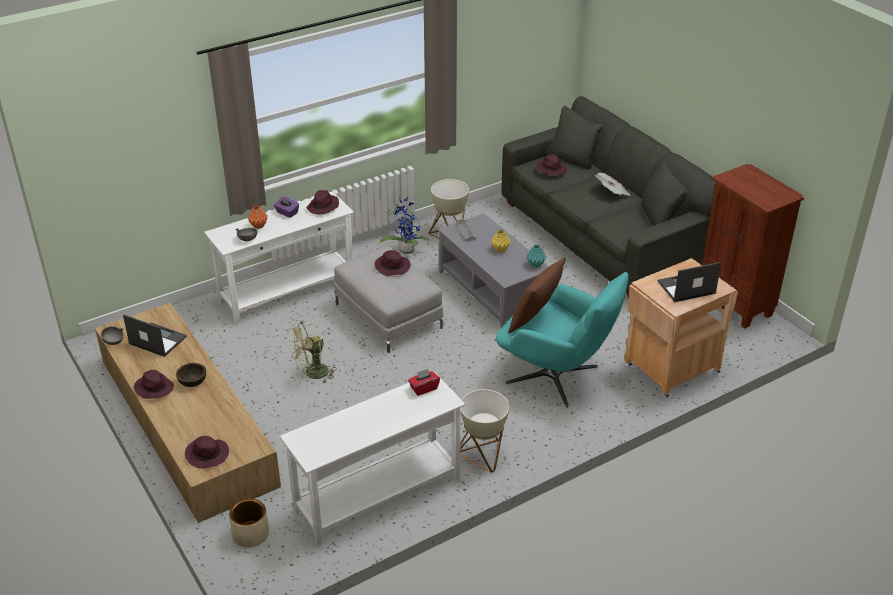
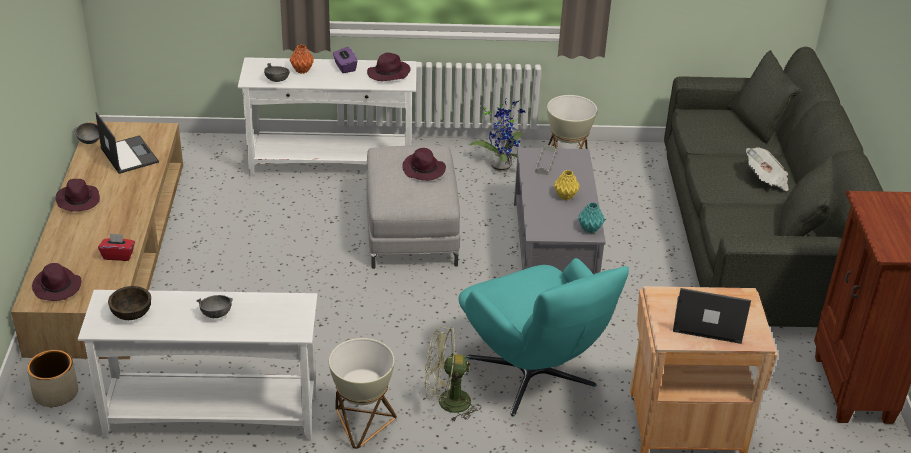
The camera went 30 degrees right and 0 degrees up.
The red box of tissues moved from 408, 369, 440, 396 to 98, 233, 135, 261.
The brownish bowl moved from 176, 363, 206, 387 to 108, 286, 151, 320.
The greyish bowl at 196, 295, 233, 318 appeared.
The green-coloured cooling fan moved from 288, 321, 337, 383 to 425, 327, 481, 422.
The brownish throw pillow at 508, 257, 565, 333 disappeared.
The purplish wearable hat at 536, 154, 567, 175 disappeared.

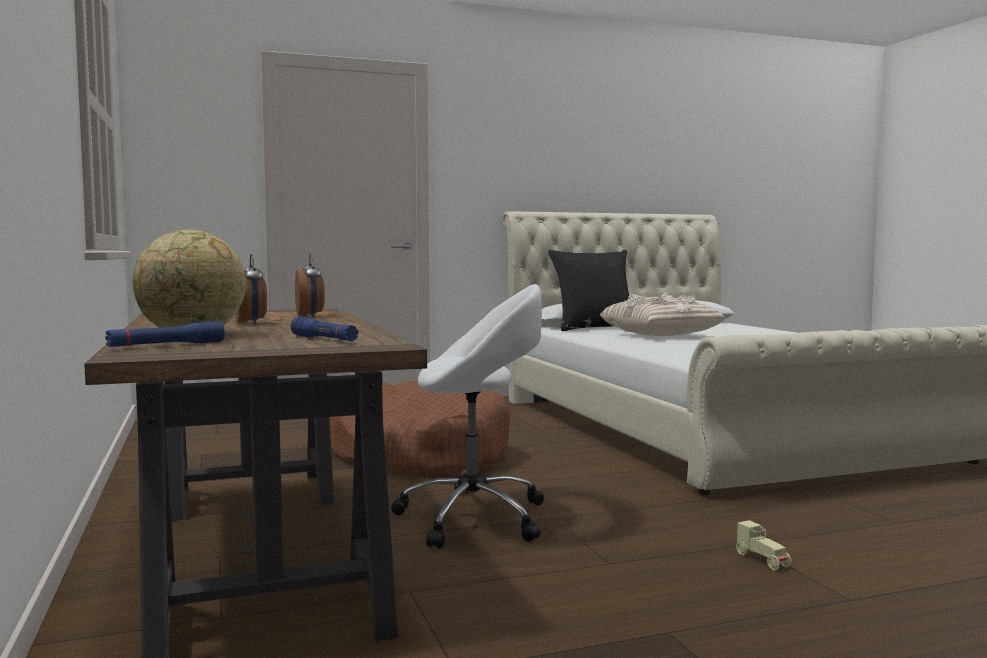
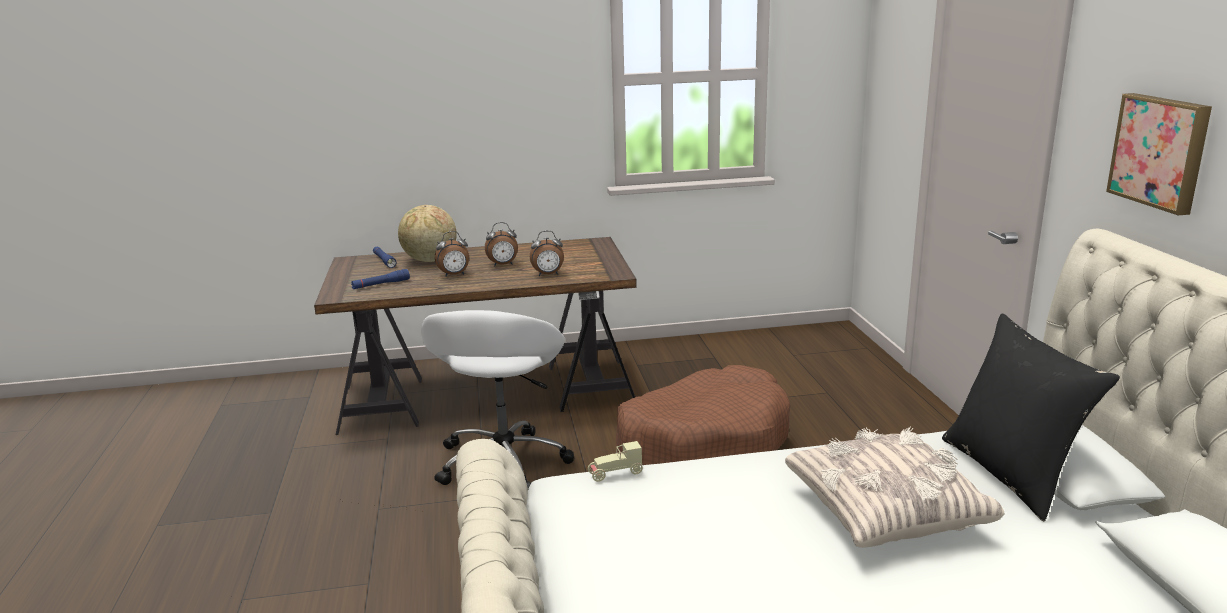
The camera went 100 degrees right and 15 degrees up.
The bedside clock at 435, 231, 469, 277 appeared.
The beige model car moved from 736, 520, 792, 571 to 588, 441, 643, 482.
The wall art at 1106, 93, 1212, 215 appeared.

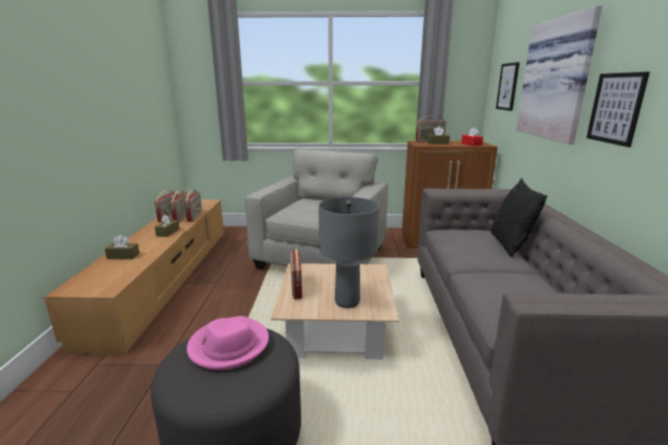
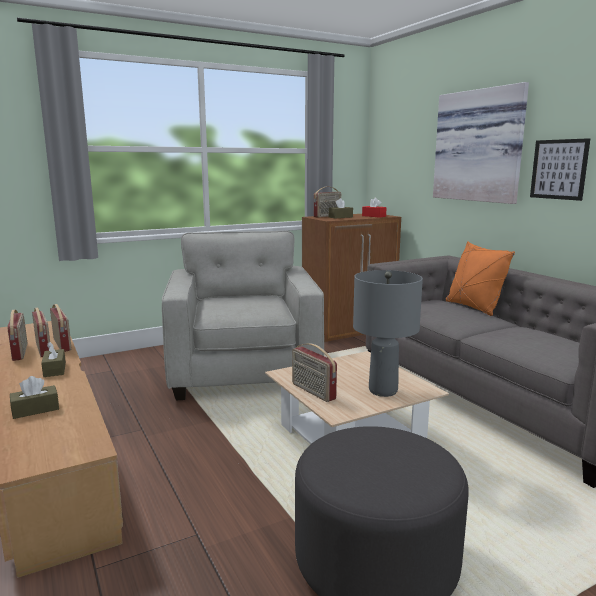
The camera went 30 degrees left and 5 degrees down.
The blackish throw pillow at 491, 178, 548, 257 became the orange throw pillow at 446, 241, 515, 316.
The pink wearable hat at 187, 316, 269, 370 disappeared.
The wall art at 496, 62, 520, 111 disappeared.

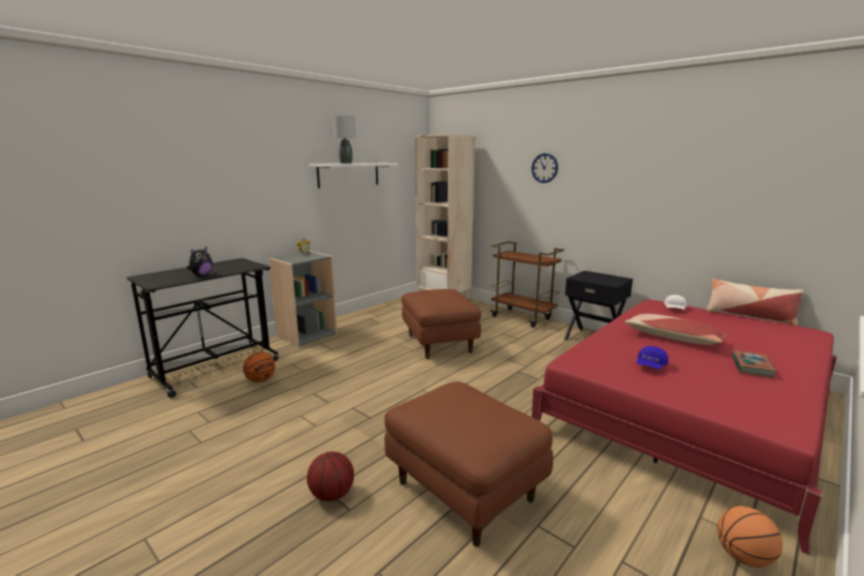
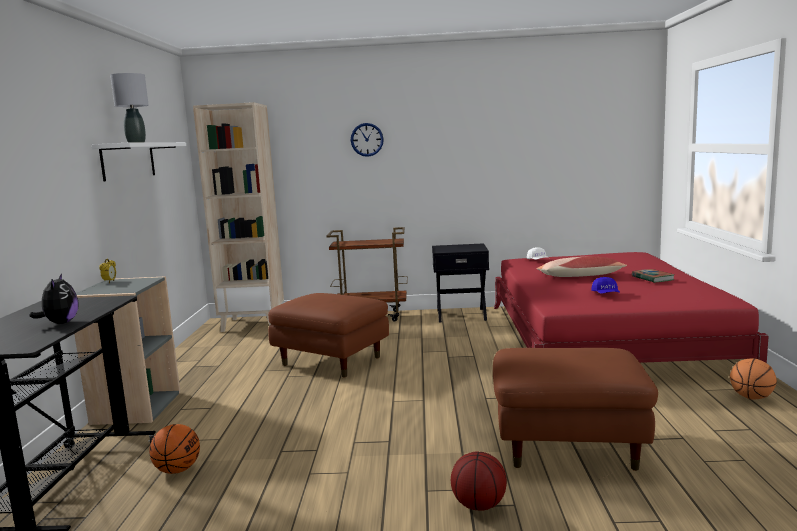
The camera went 40 degrees left and 5 degrees down.
The throw pillow at 707, 279, 803, 326 disappeared.

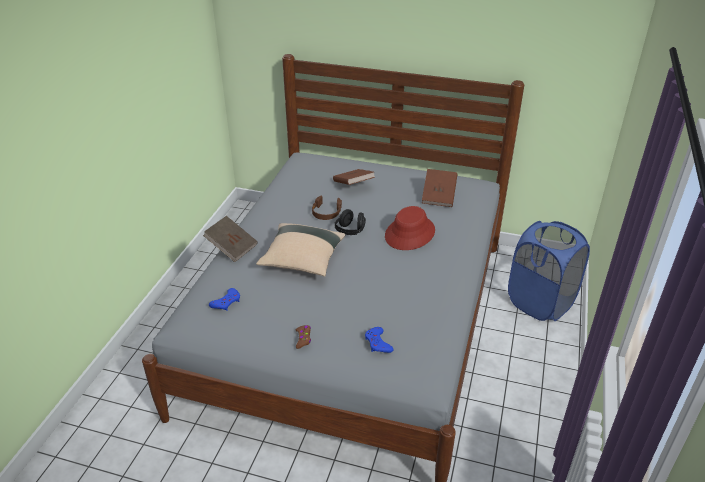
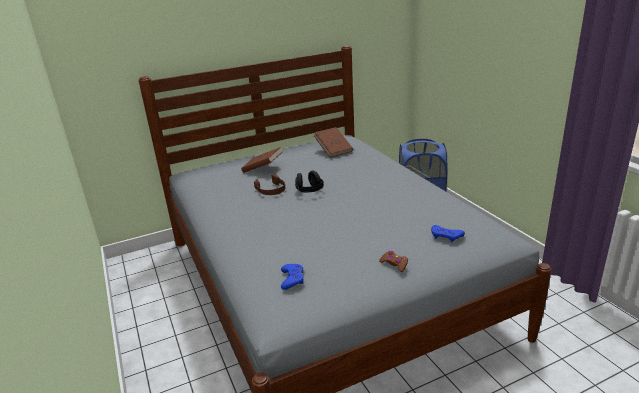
The camera went 40 degrees left and 10 degrees down.
The brownish volume at 203, 216, 258, 262 disappeared.
The beige throw pillow at 256, 223, 345, 276 disappeared.
The red wearable hat at 385, 206, 435, 250 disappeared.

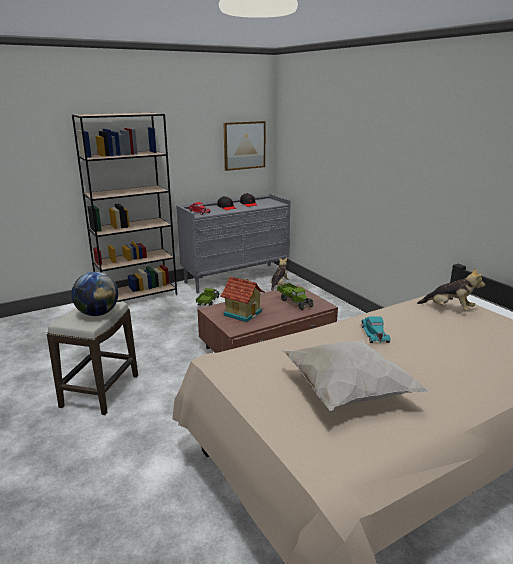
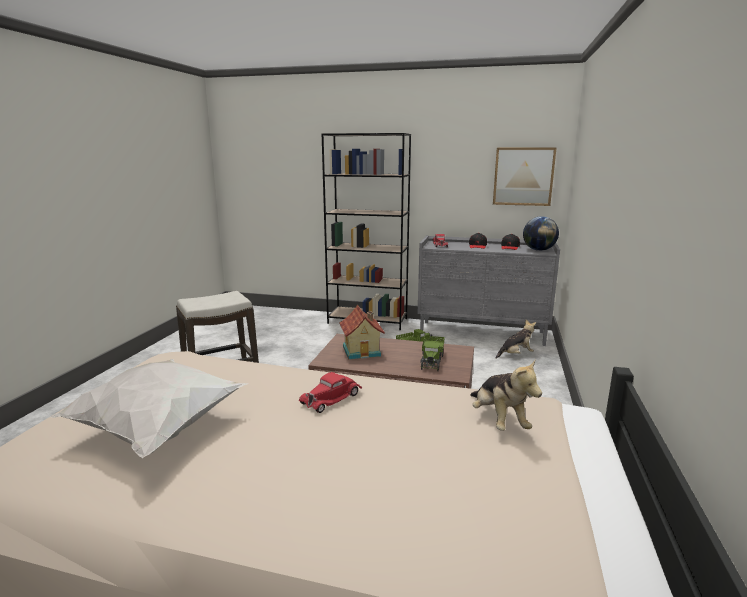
The camera went 45 degrees right and 5 degrees down.
The turquoise model car at 362, 316, 390, 343 became the red model car at 299, 372, 362, 413.
The globe moved from 71, 272, 118, 316 to 523, 216, 559, 251.

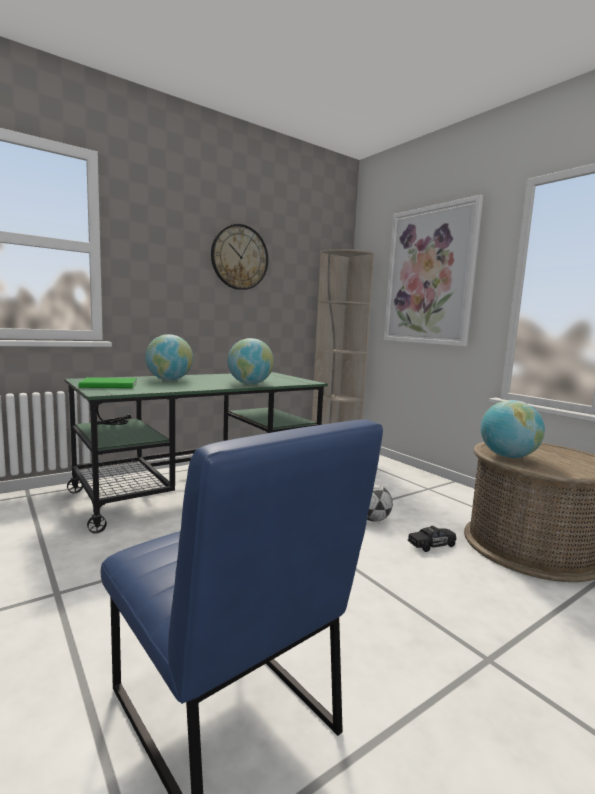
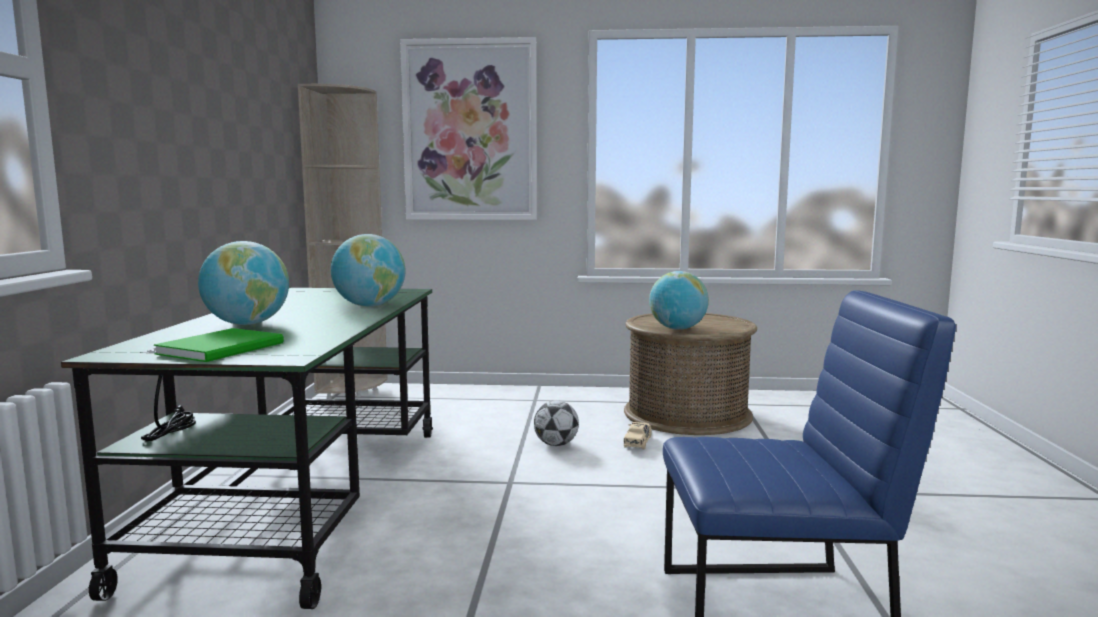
The camera went 50 degrees left and 0 degrees up.
The blackish model car at 408, 526, 456, 552 became the beige model car at 624, 422, 652, 450.
The hanging clock at 211, 224, 268, 290 disappeared.

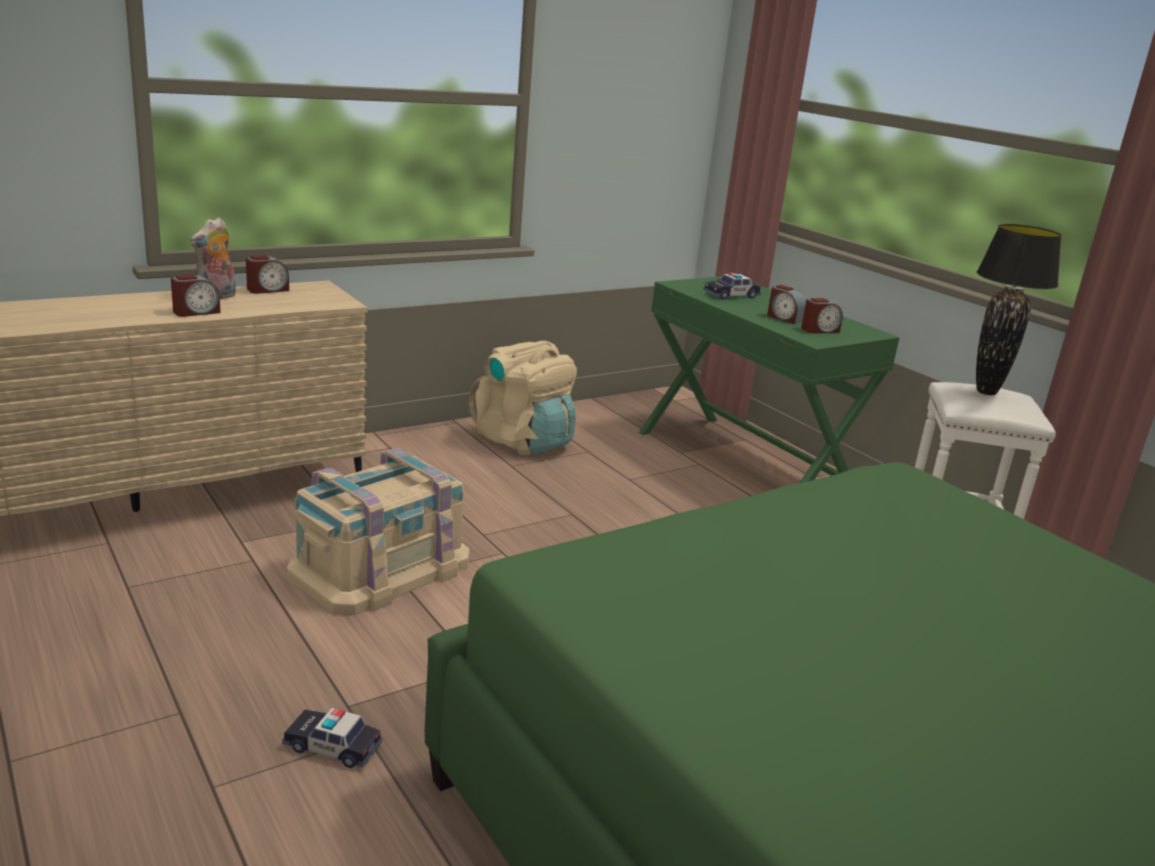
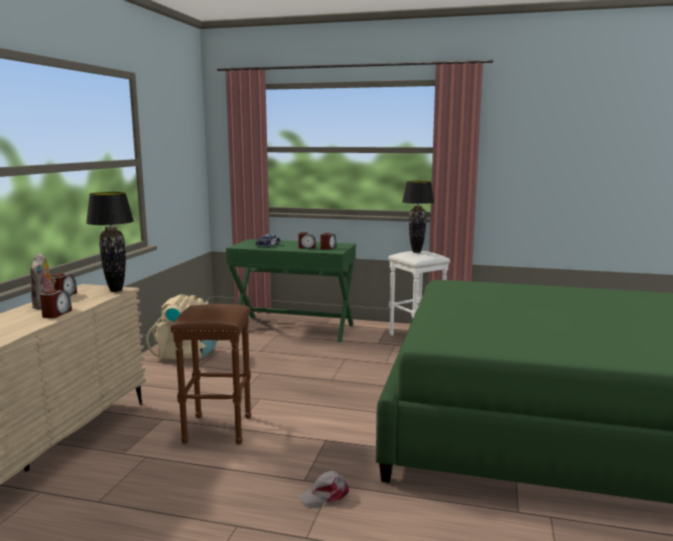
The camera went 40 degrees left and 10 degrees down.
The blackish lamp for a table at 86, 192, 134, 292 appeared.
The beige storage box at 287, 448, 469, 615 was replaced by the brownish sitting stool at 170, 304, 251, 444.
The model car at 282, 708, 382, 768 was replaced by the greyish baseball cap at 298, 471, 349, 508.

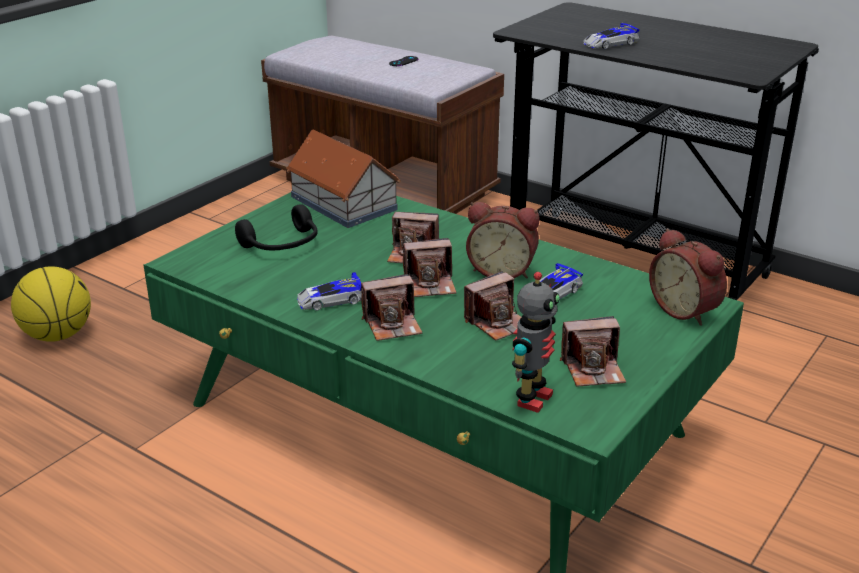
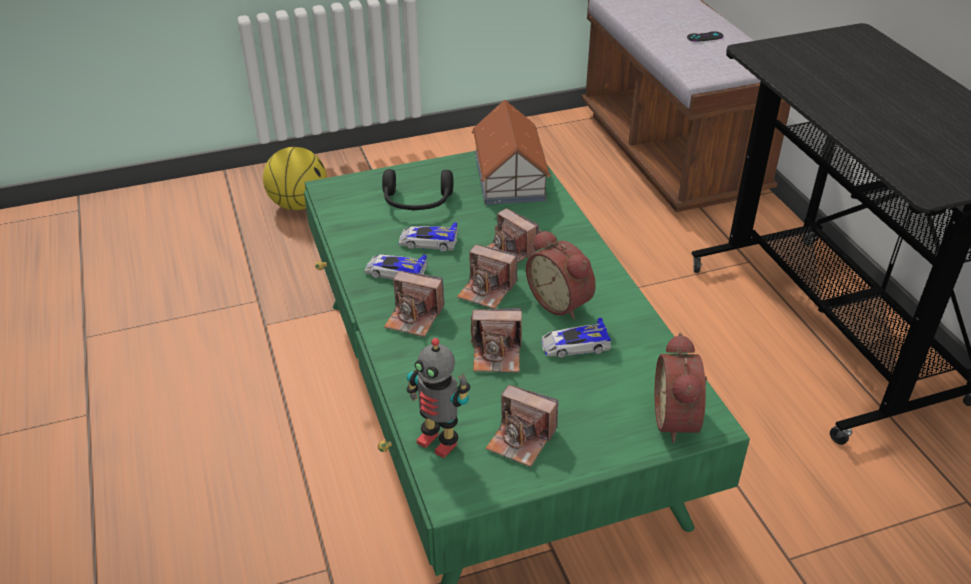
The camera went 35 degrees right and 10 degrees up.
The model car moved from 583, 23, 639, 49 to 399, 222, 458, 252.
The toy robot at 512, 272, 560, 413 turned 60 degrees clockwise.

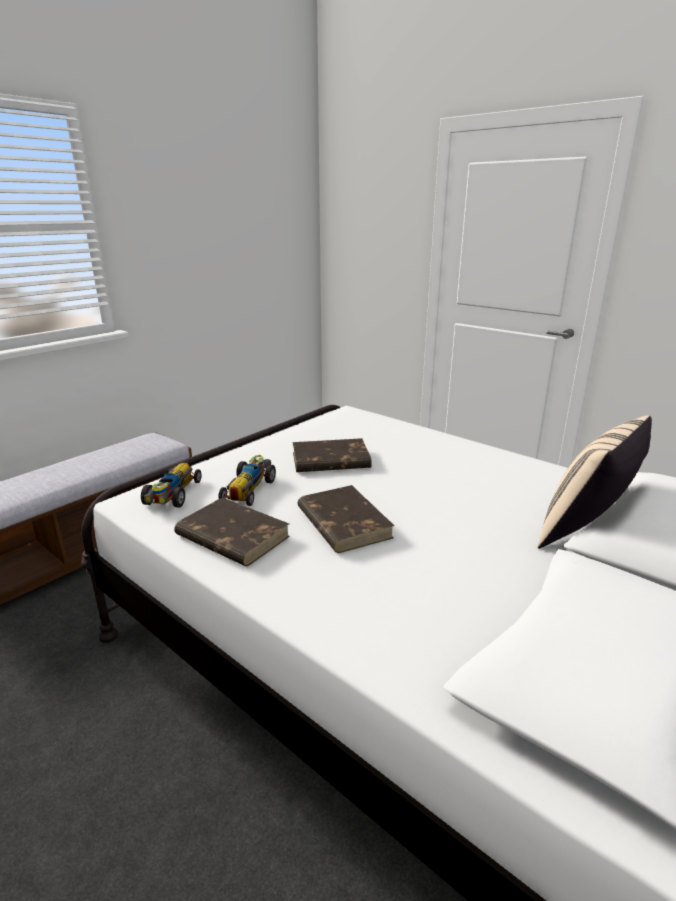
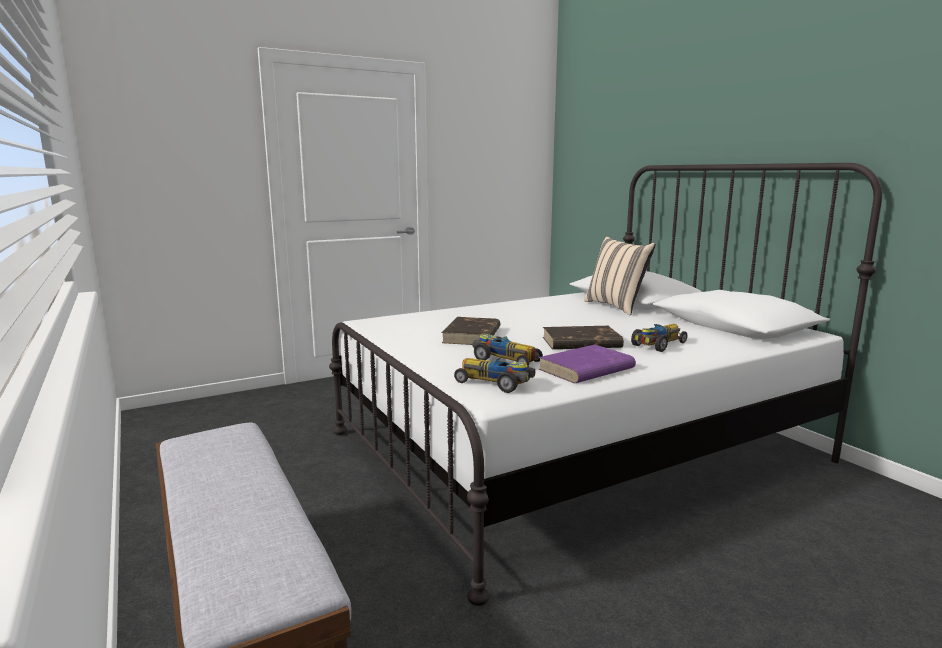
The camera went 70 degrees left and 10 degrees down.
The brownish volume at 174, 497, 290, 566 became the purplish volume at 538, 344, 636, 383.
The model car at 631, 324, 687, 352 appeared.

